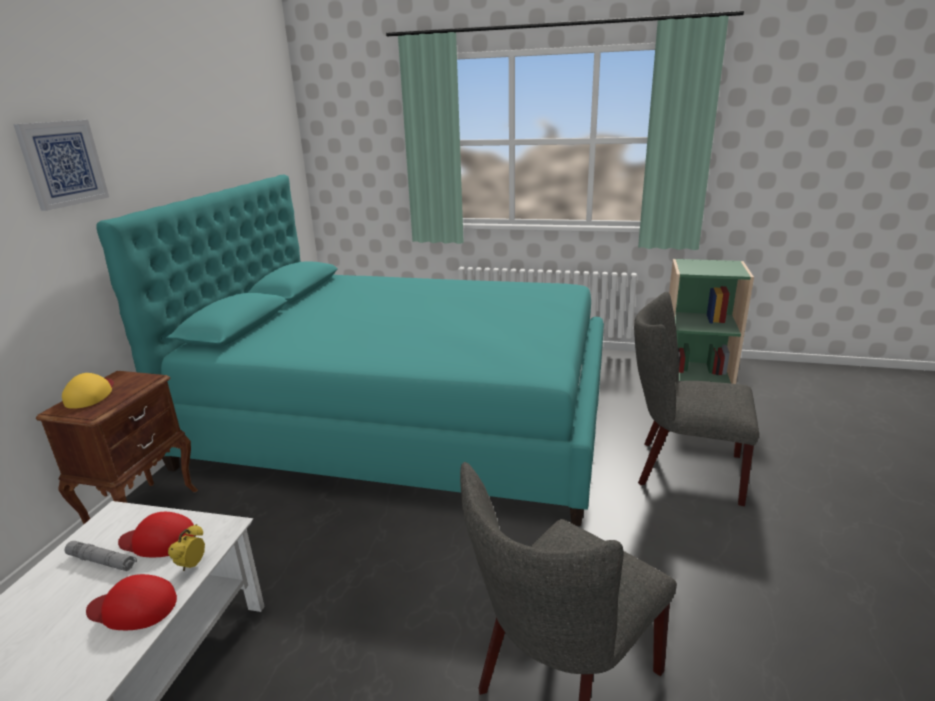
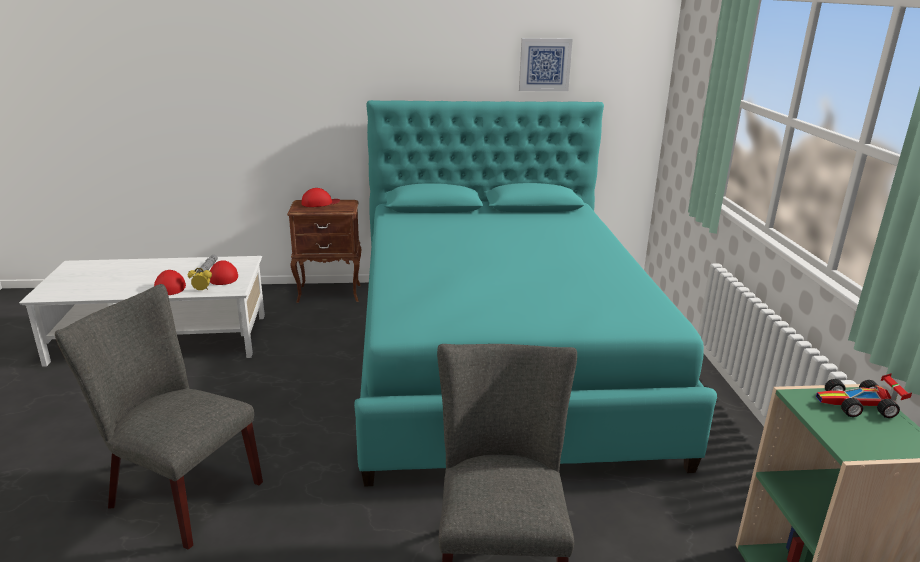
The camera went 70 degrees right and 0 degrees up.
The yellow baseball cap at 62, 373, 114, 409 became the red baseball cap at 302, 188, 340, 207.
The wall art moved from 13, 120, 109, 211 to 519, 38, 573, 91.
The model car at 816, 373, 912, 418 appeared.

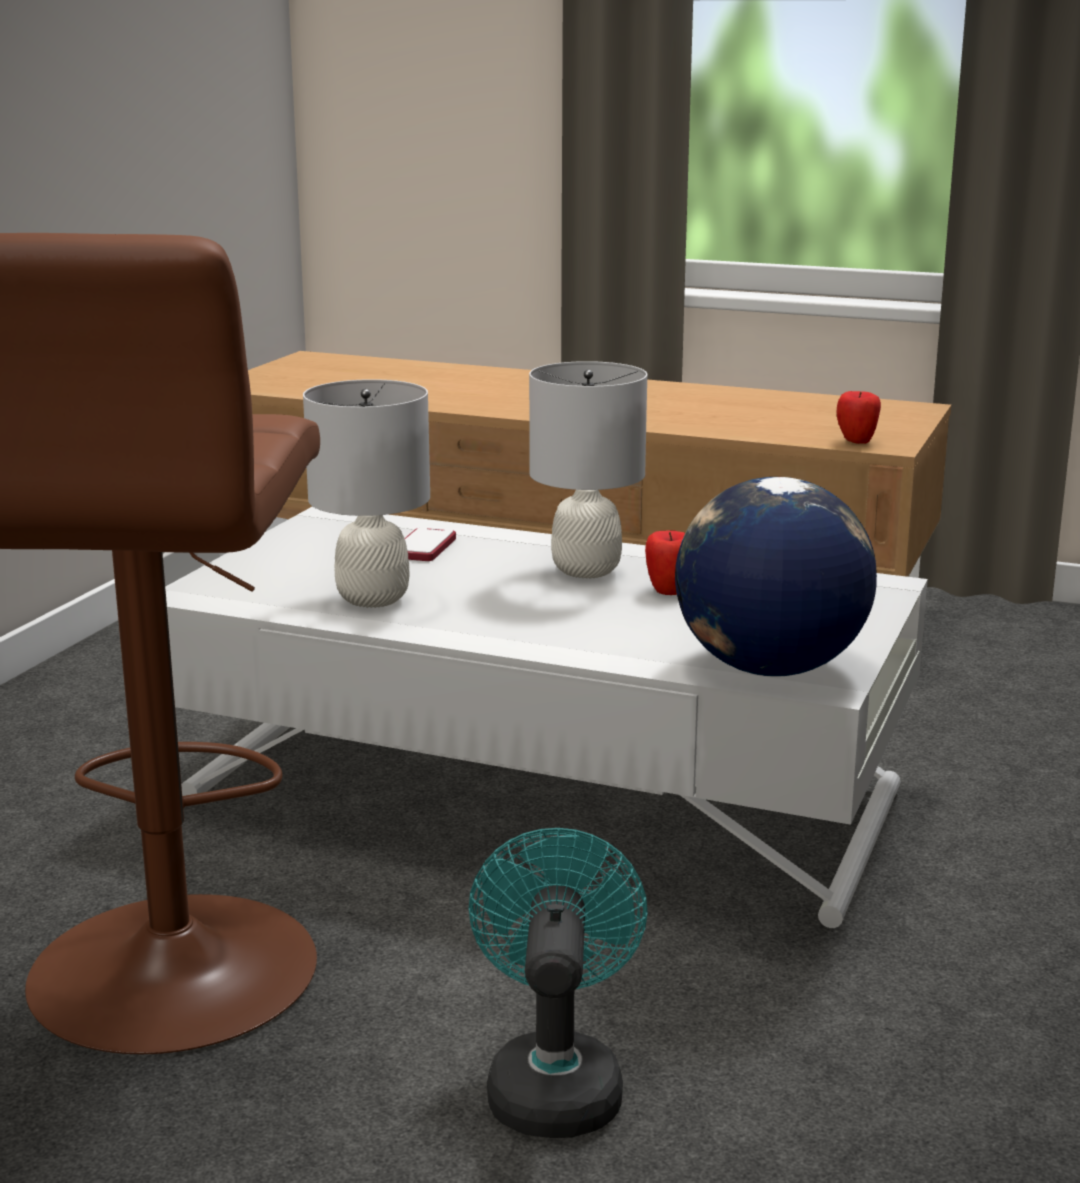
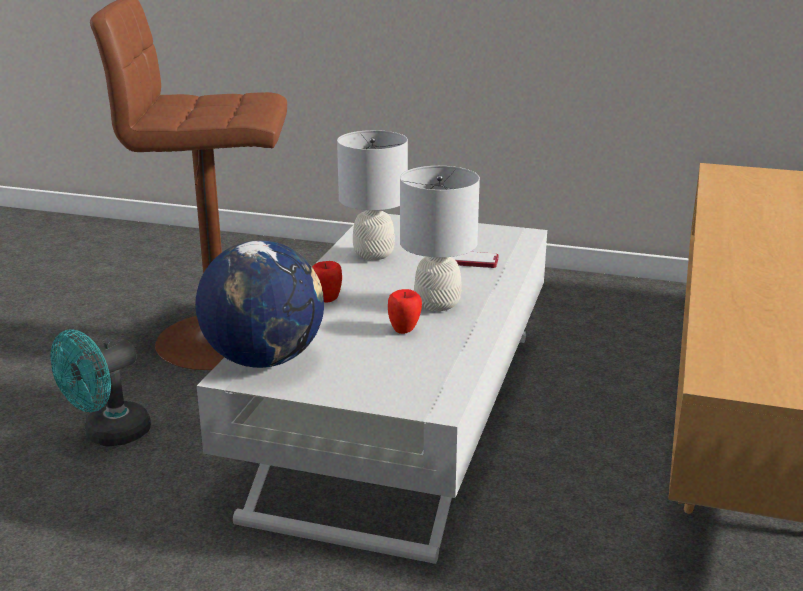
The camera went 85 degrees right and 5 degrees up.
The turquoise cooling fan at 469, 828, 648, 1138 turned 135 degrees clockwise.
The apple moved from 837, 391, 881, 444 to 312, 261, 342, 303.

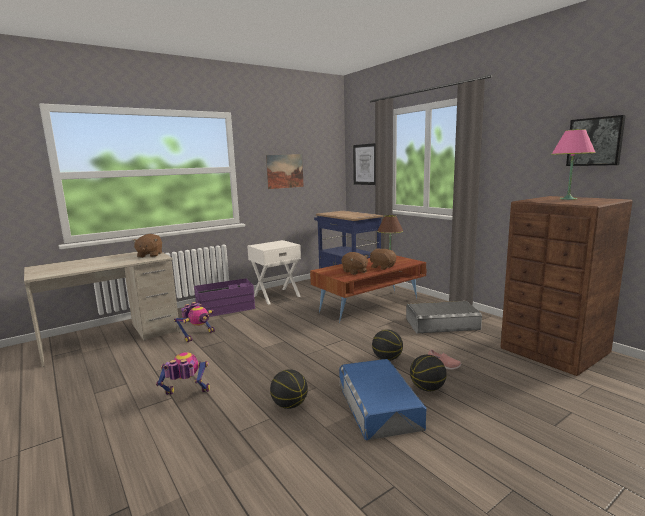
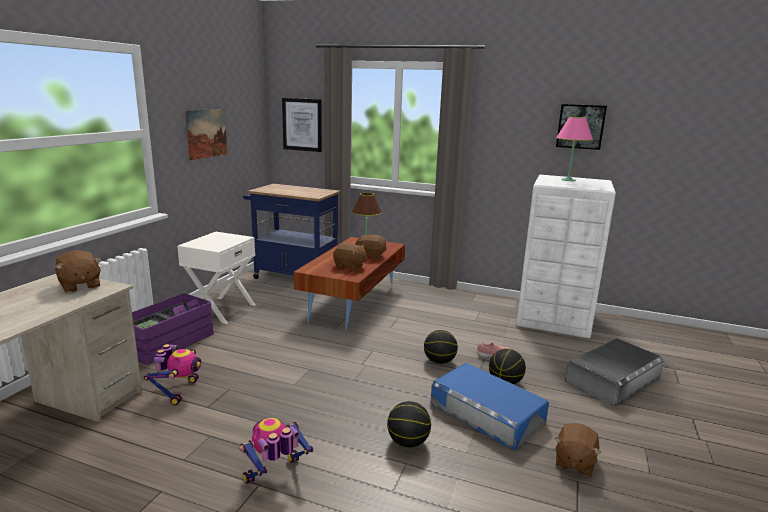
The camera went 35 degrees left and 5 degrees up.
The brownish dresser at 501, 196, 633, 376 became the white-coloured dresser at 516, 175, 616, 338.
The brownish plush toy at 555, 423, 601, 476 appeared.
The greyish storage box moved from 406, 301, 482, 333 to 565, 338, 664, 406.

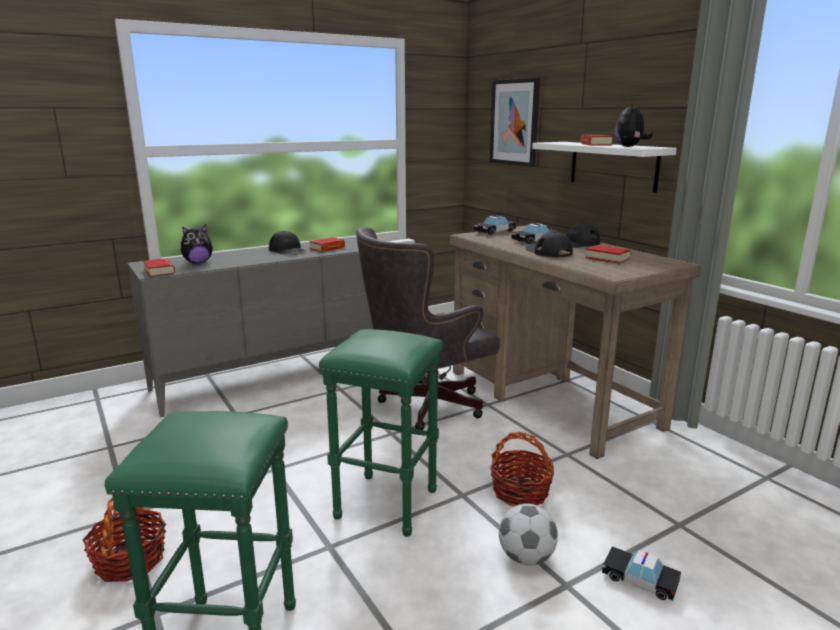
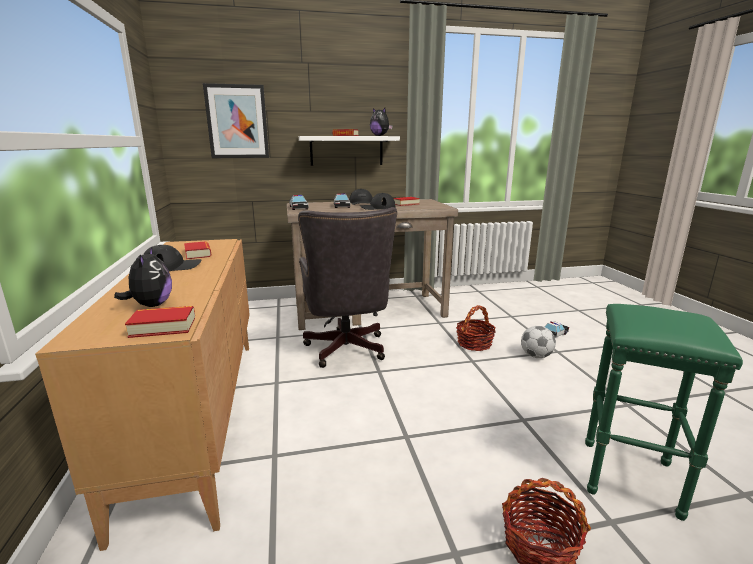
The camera went 70 degrees left and 0 degrees up.
The greyish dresser at 127, 237, 373, 418 became the brownish dresser at 35, 239, 250, 551.
The green-coloured sitting stool at 319, 329, 443, 537 disappeared.

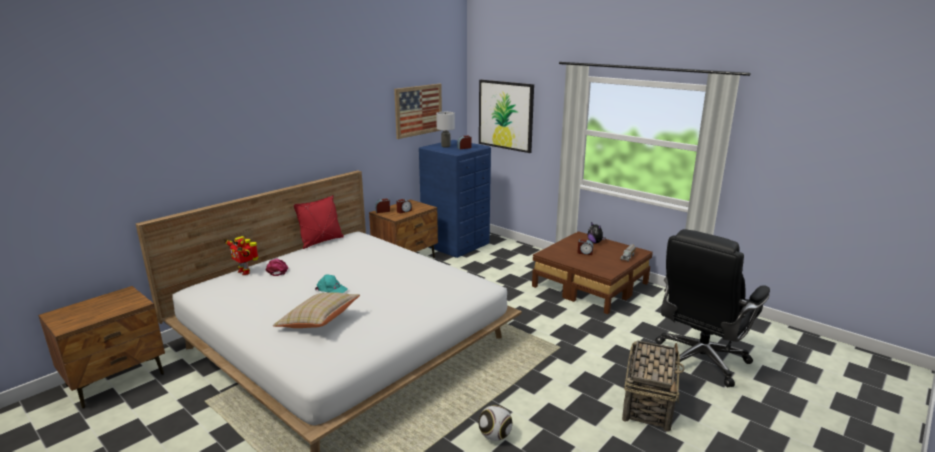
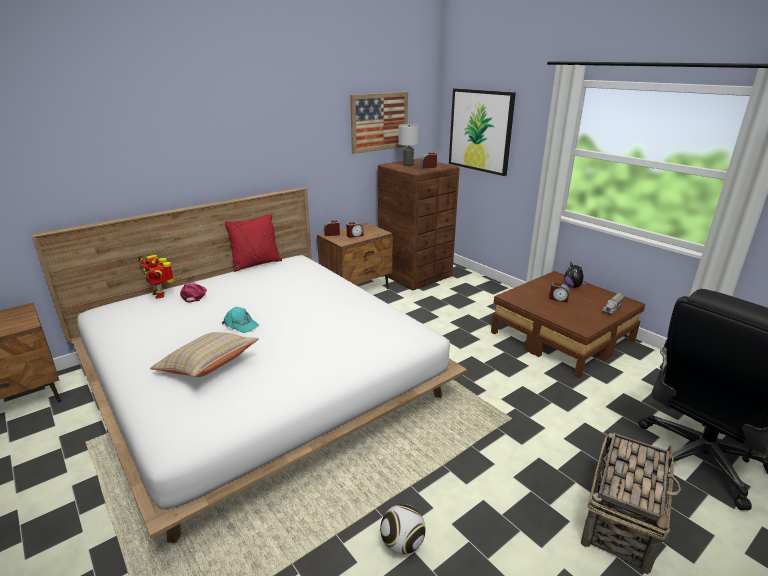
The camera went 10 degrees right and 5 degrees up.
The blue-coloured dresser at 419, 140, 491, 258 became the brownish dresser at 378, 158, 460, 290.

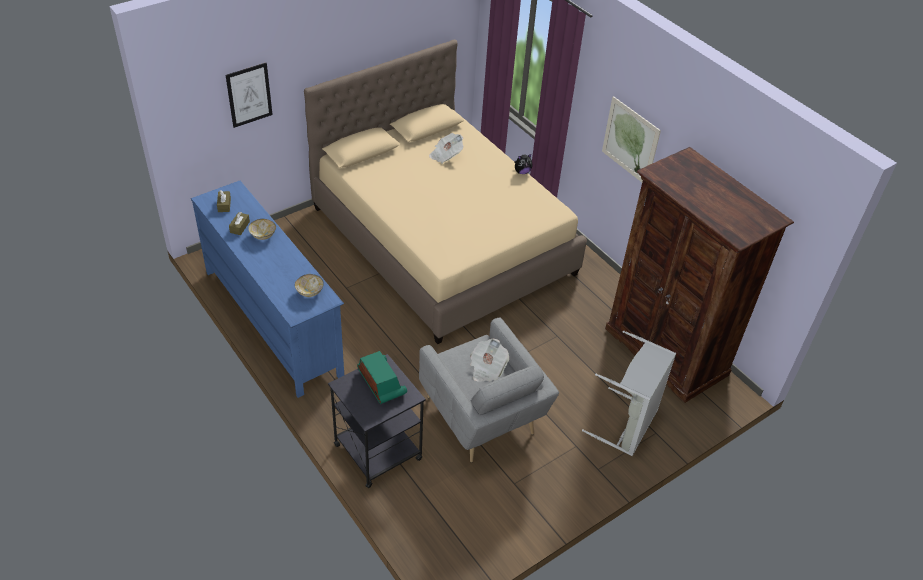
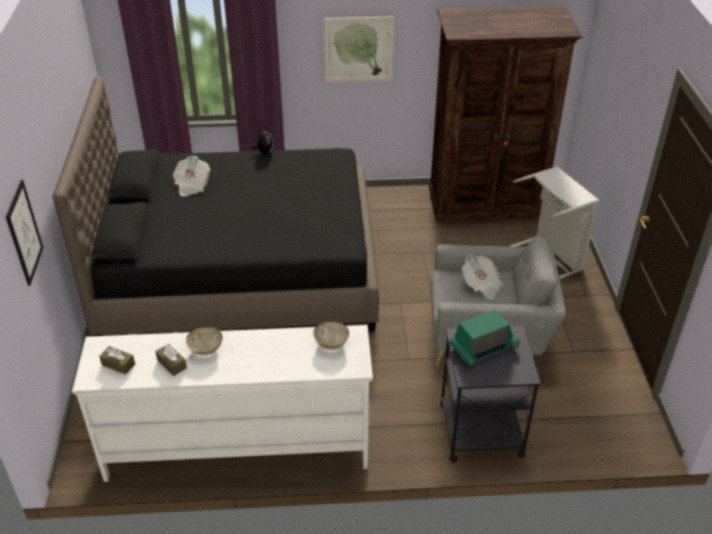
The camera went 55 degrees left and 5 degrees down.
The beige bedroom bed at 304, 40, 587, 344 became the blackish bedroom bed at 53, 76, 379, 336.
The blue-coloured dresser at 191, 181, 344, 398 became the white-coloured dresser at 72, 325, 373, 482.
The radio at 357, 351, 407, 404 turned 150 degrees clockwise.

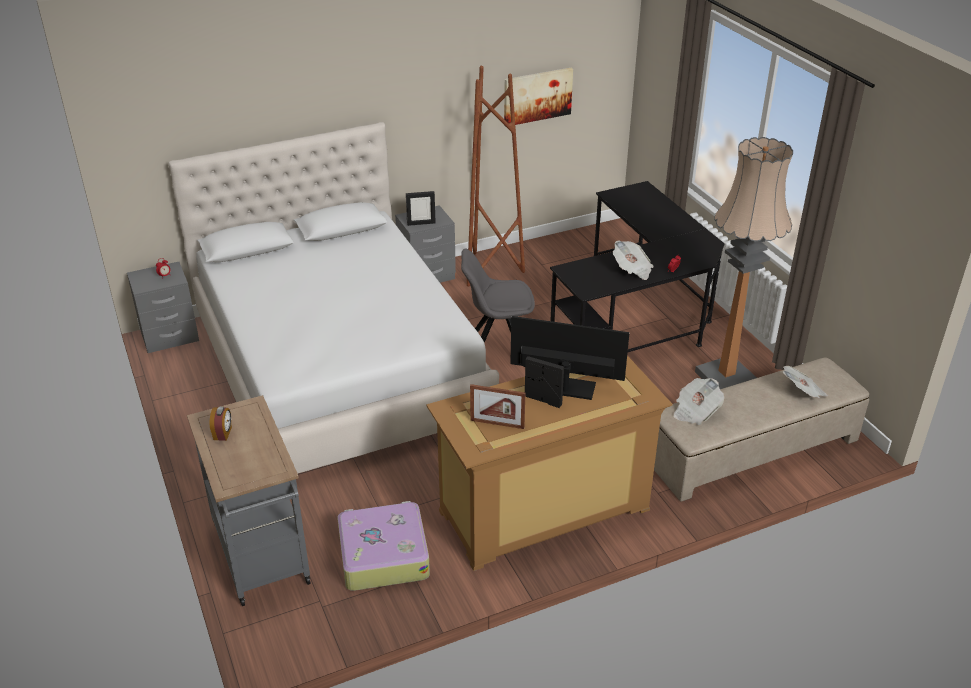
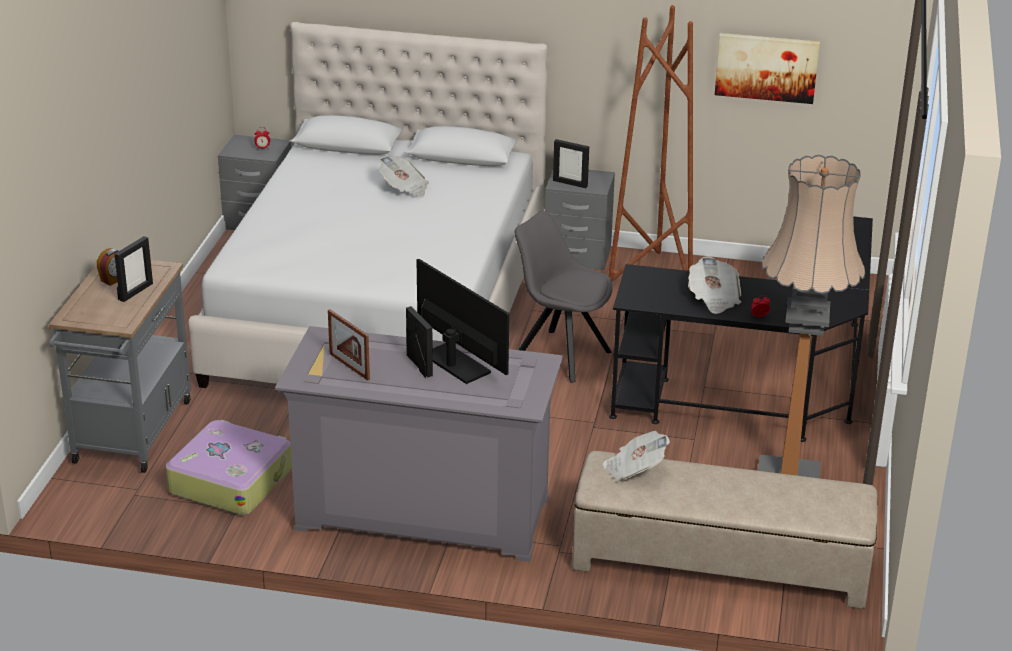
The camera went 35 degrees right and 5 degrees down.
The picture frame at 114, 236, 153, 302 appeared.
The brownish dresser at 426, 356, 672, 571 became the greyish dresser at 275, 326, 563, 562.
The newspaper moved from 783, 366, 828, 398 to 379, 156, 429, 198.

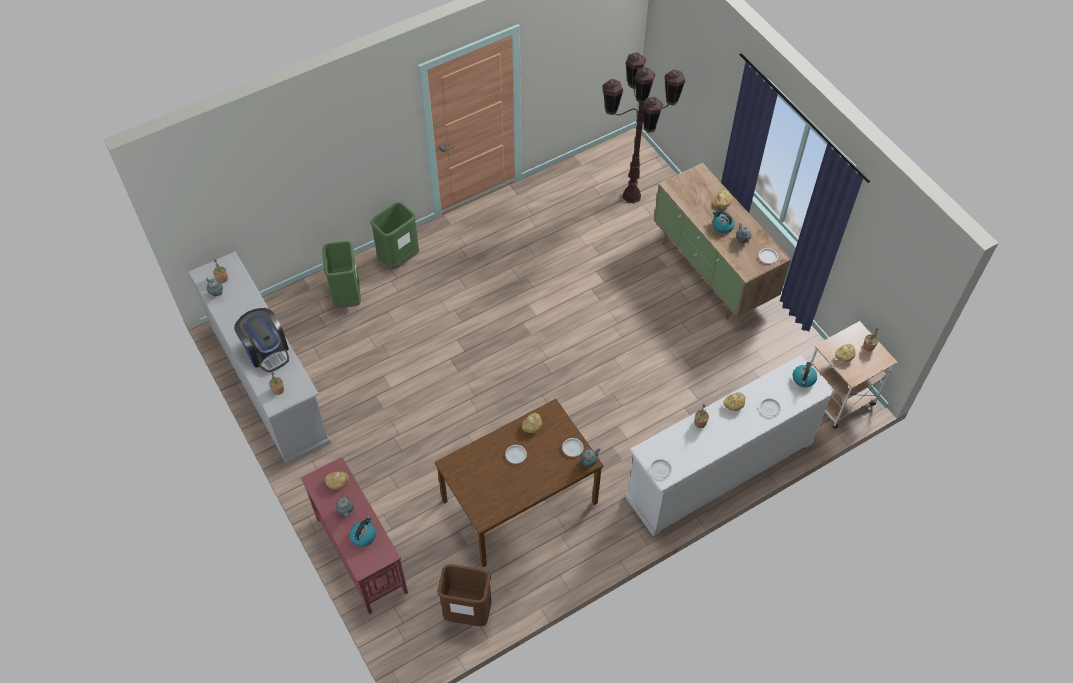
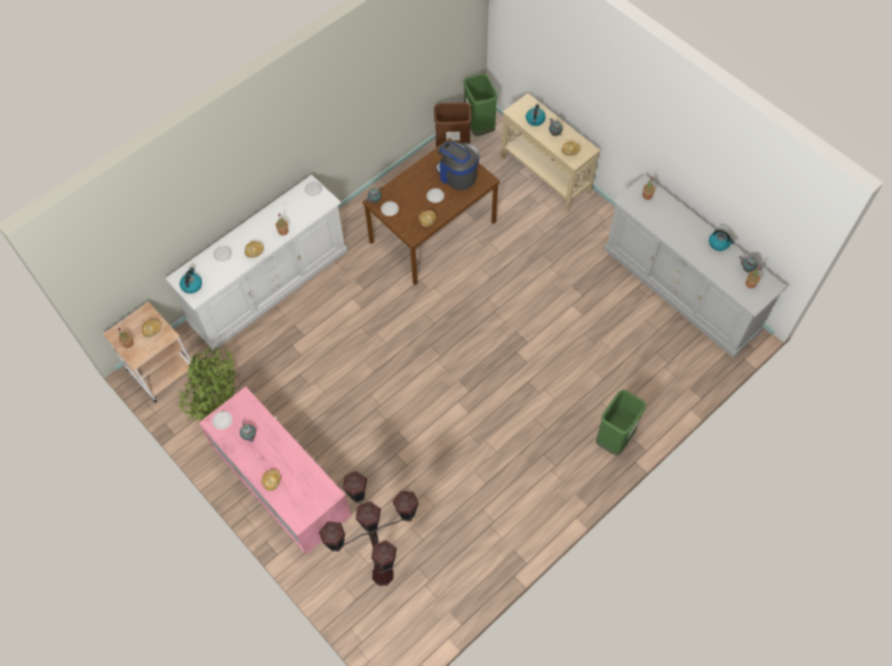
The camera went 170 degrees right and 5 degrees up.
The potted plant at 177, 347, 239, 424 appeared.
The green-coloured dresser at 654, 163, 791, 320 became the pink dresser at 199, 386, 352, 555.
The coffee machine moved from 234, 308, 289, 373 to 435, 141, 480, 191.
The green-coloured trash can moved from 322, 241, 361, 308 to 463, 74, 498, 136.
The red narrow table at 301, 457, 408, 614 became the beige narrow table at 501, 93, 600, 212.
The water kettle moved from 713, 211, 735, 234 to 709, 230, 735, 251.

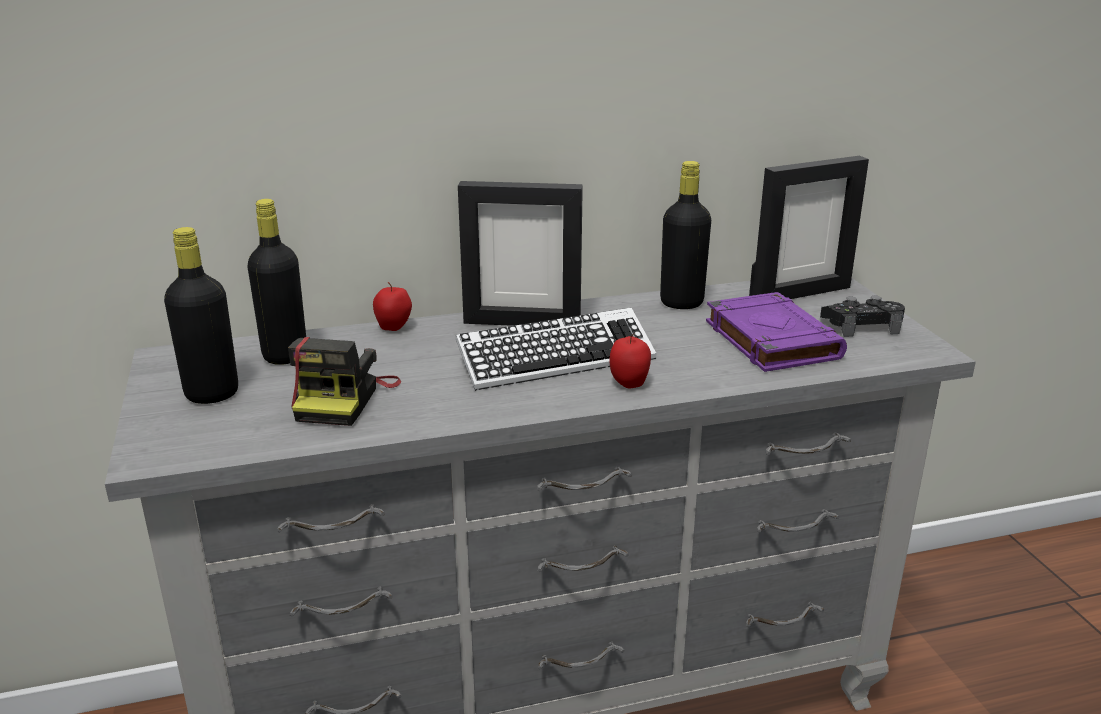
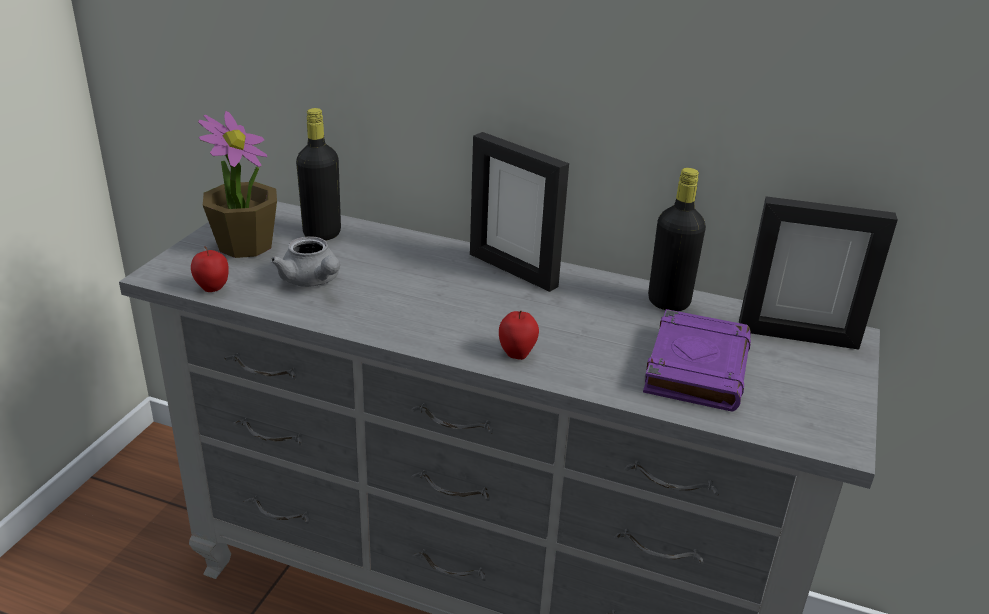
The camera went 35 degrees right and 5 degrees up.
The apple moved from 373, 282, 412, 331 to 191, 246, 229, 292.
The blackish drink bottle at 164, 227, 238, 404 was replaced by the potted plant at 198, 111, 277, 258.
The still camera at 288, 337, 401, 426 was replaced by the greyish tea pot at 271, 237, 340, 287.
The PC keyboard at 456, 308, 656, 391 disappeared.
The blackish gamepad at 820, 295, 905, 337 disappeared.

